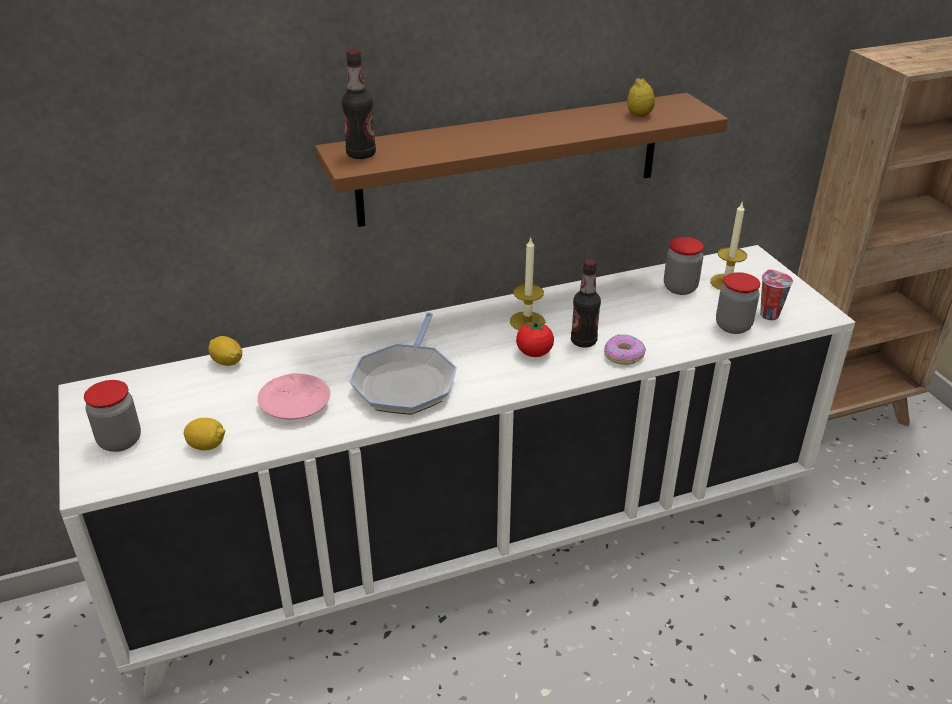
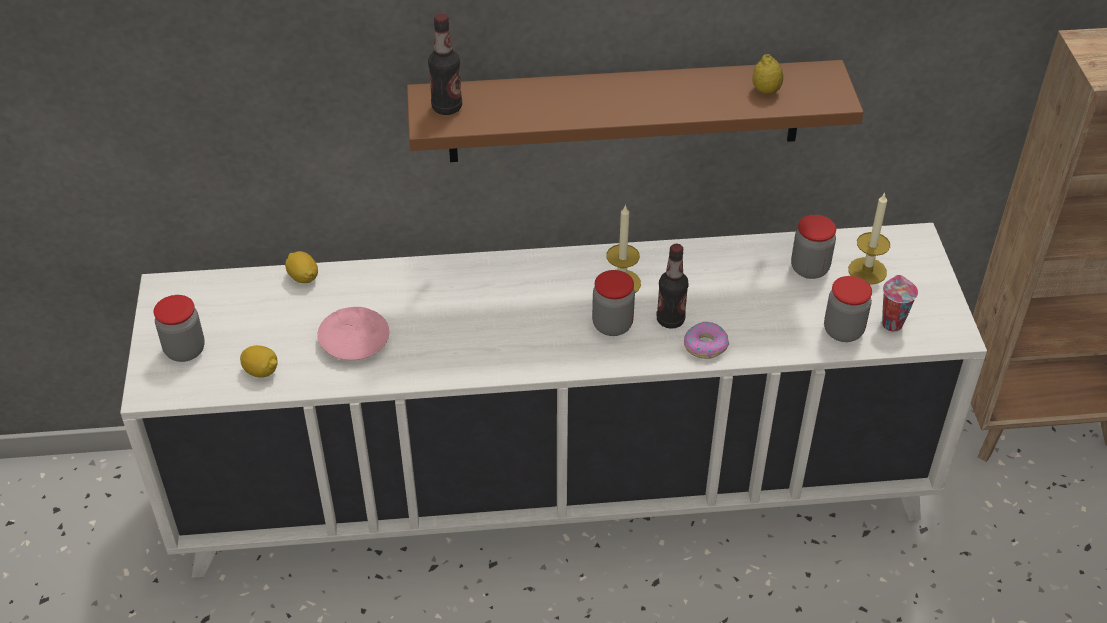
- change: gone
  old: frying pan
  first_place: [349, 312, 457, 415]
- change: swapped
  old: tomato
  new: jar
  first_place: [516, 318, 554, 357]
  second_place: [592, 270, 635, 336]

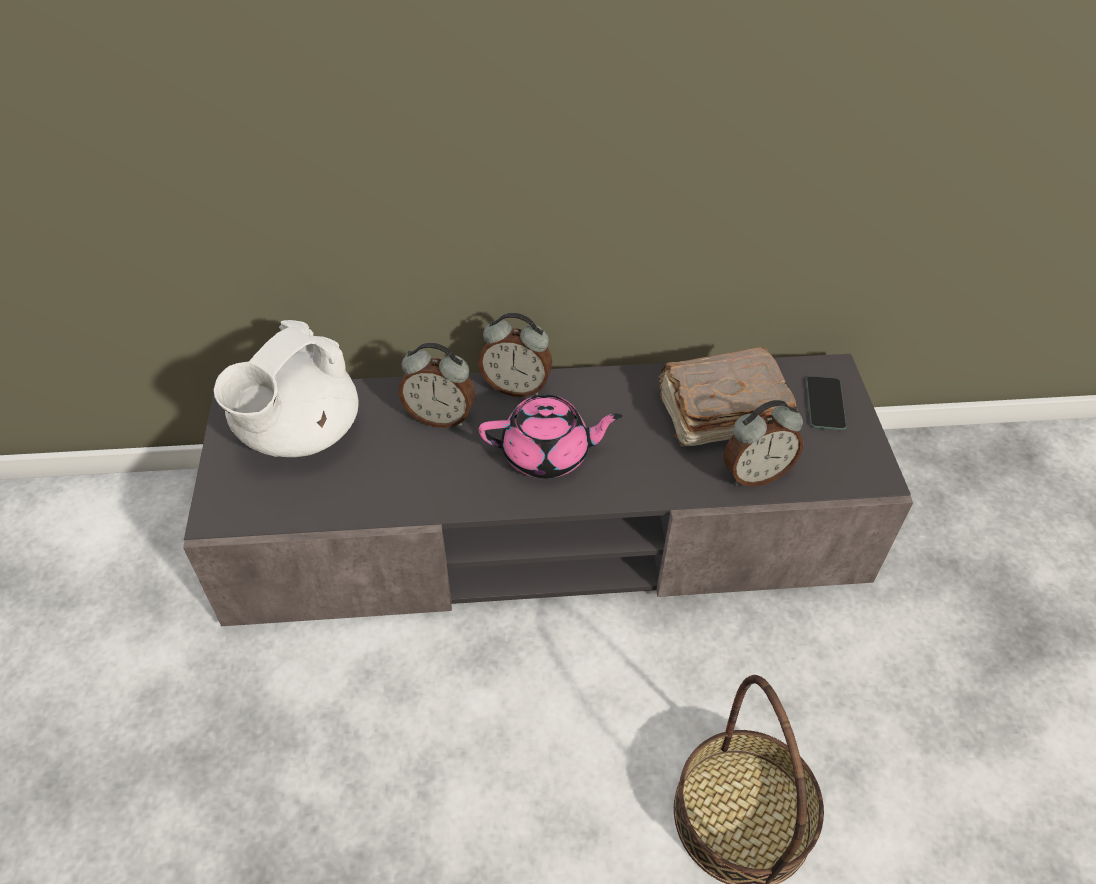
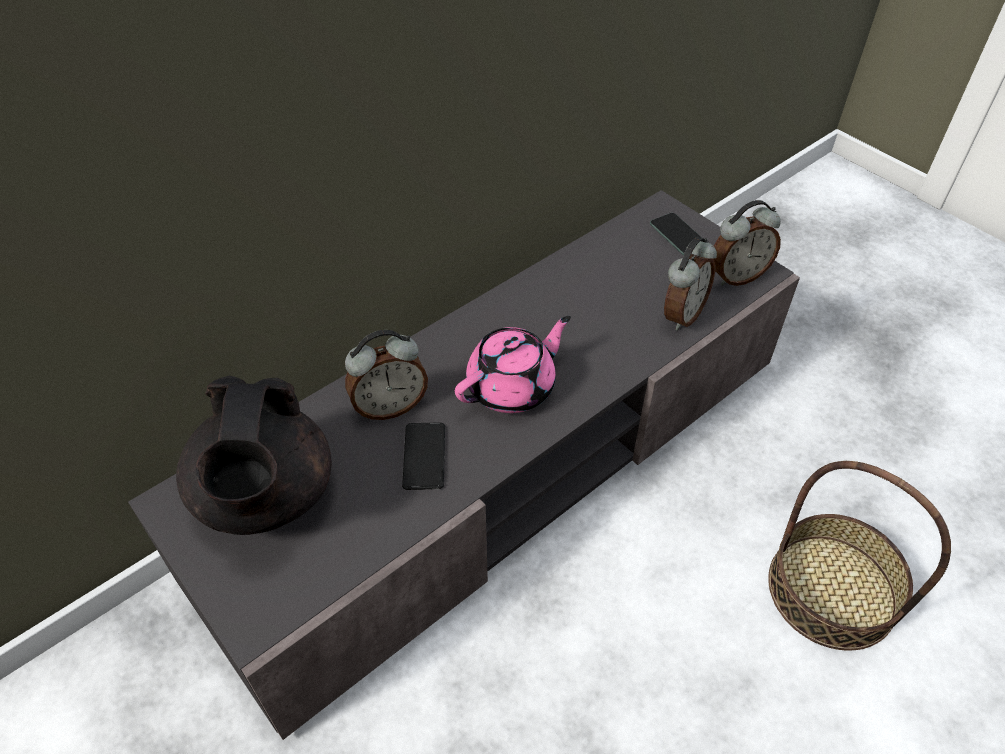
- change: shifted
  old: alarm clock
  first_place: [478, 313, 553, 397]
  second_place: [713, 200, 781, 286]
- change: repainted
  old: teapot (white)
  new: teapot (black)
  first_place: [214, 320, 358, 457]
  second_place: [176, 375, 332, 535]
- change: gone
  old: book (brown)
  first_place: [658, 347, 798, 447]
- change: new
  new: phone
  second_place: [402, 422, 445, 490]

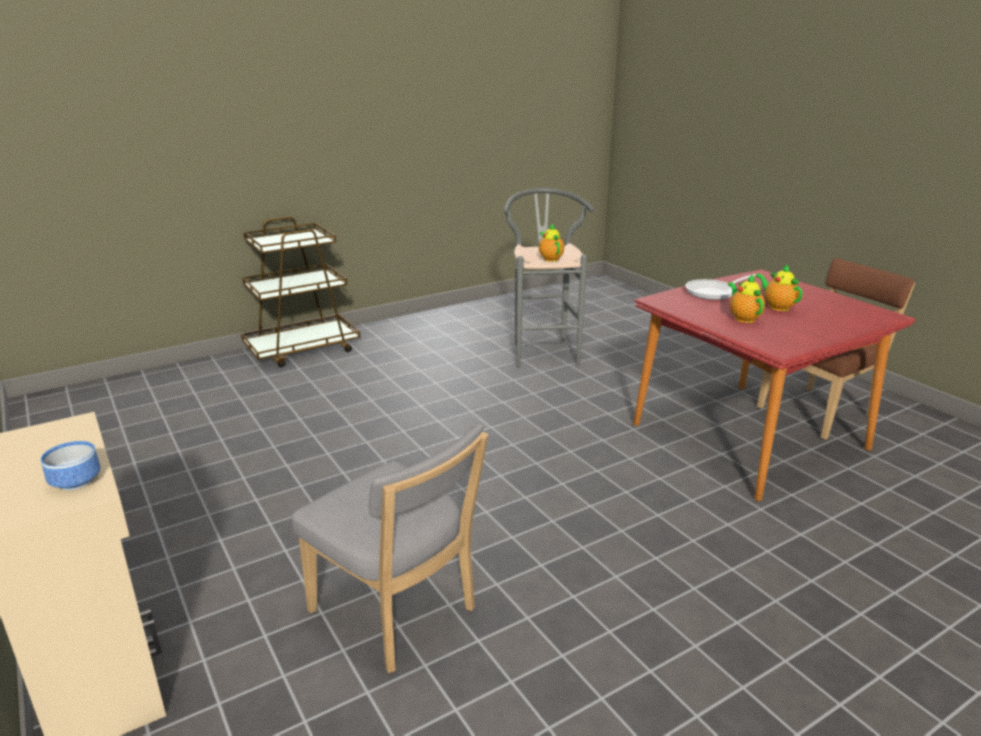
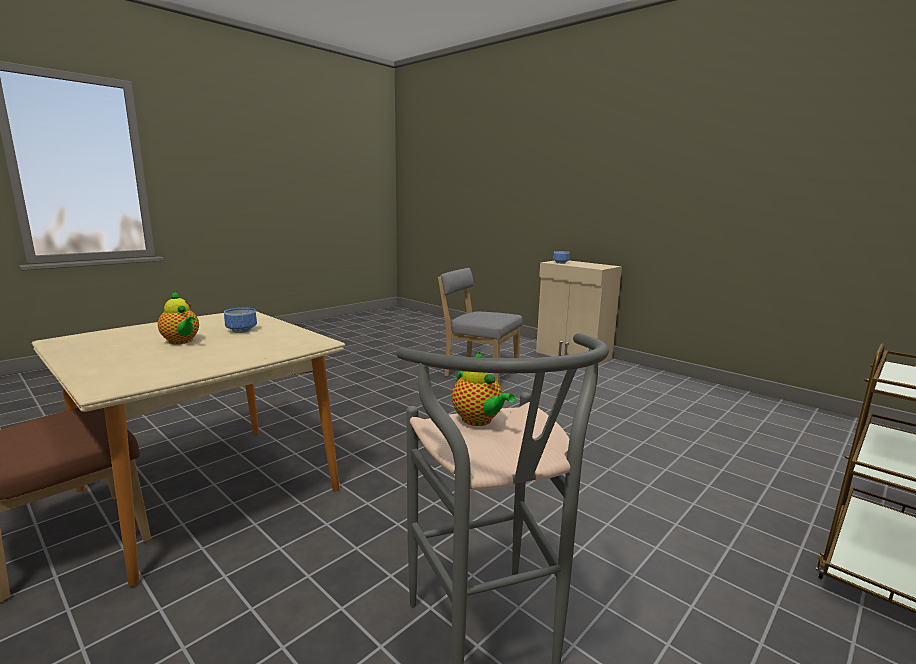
- change: repainted
  old: dining table (red)
  new: dining table (beige)
  first_place: [633, 270, 916, 501]
  second_place: [32, 311, 345, 586]
- change: gone
  old: frying pan
  first_place: [685, 274, 756, 300]
- change: swapped
  old: teapot
  new: bowl
  first_place: [728, 274, 765, 323]
  second_place: [224, 308, 257, 333]

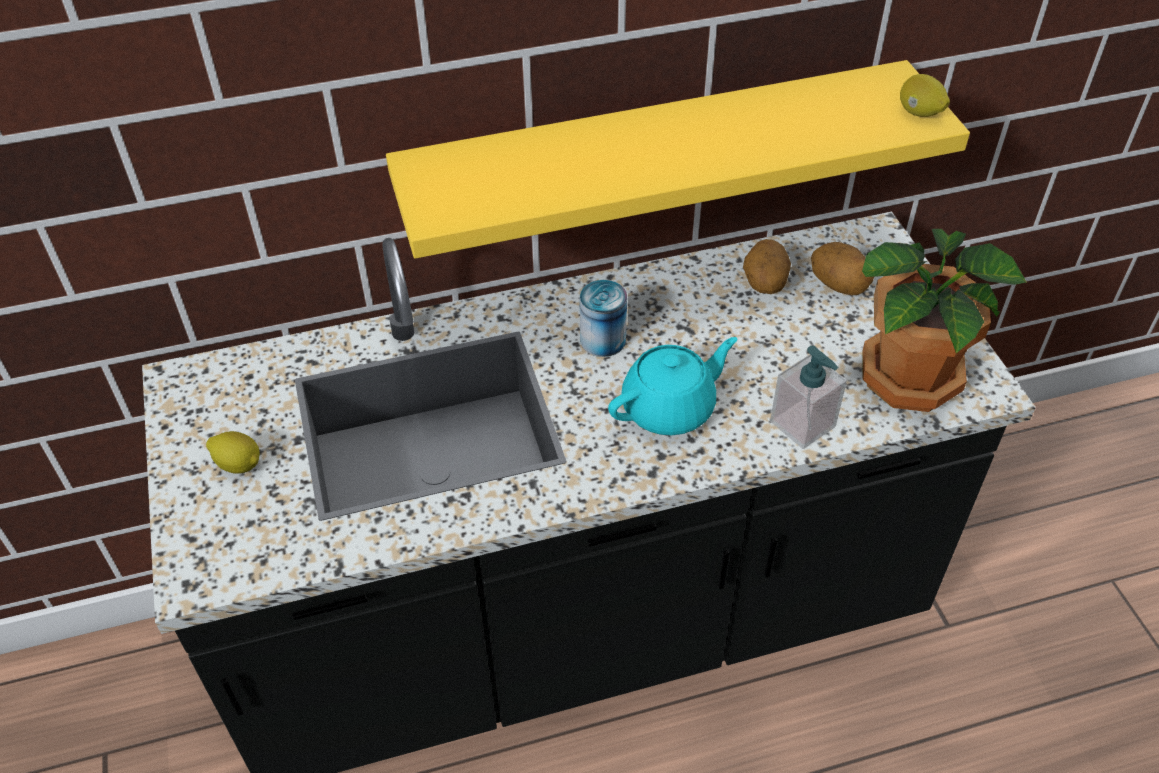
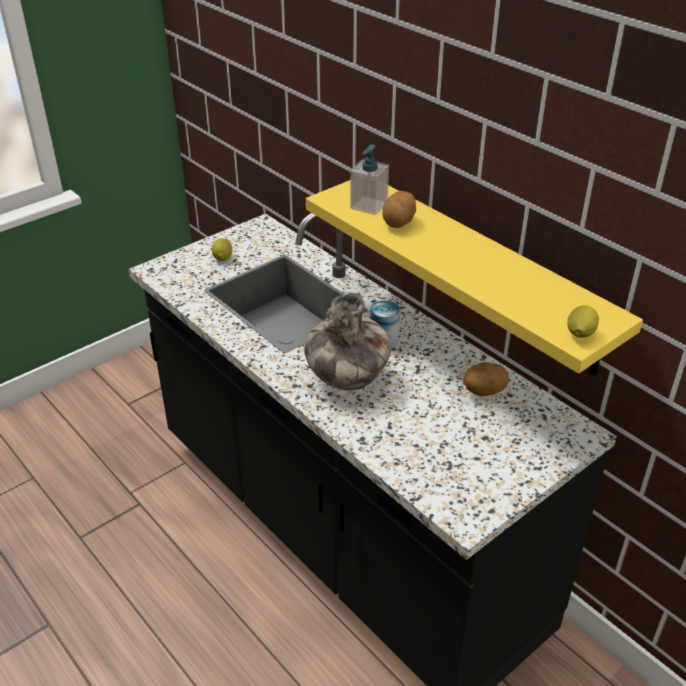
- change: gone
  old: potted plant
  first_place: [862, 229, 1027, 412]
- change: shifted
  old: potato
  first_place: [811, 242, 874, 295]
  second_place: [382, 191, 416, 228]
- change: swapped
  old: teapot (turquoise)
  new: vase
  first_place: [608, 337, 738, 435]
  second_place: [304, 293, 391, 390]
- change: shifted
  old: soap dispenser
  first_place: [770, 346, 847, 449]
  second_place: [350, 144, 389, 215]

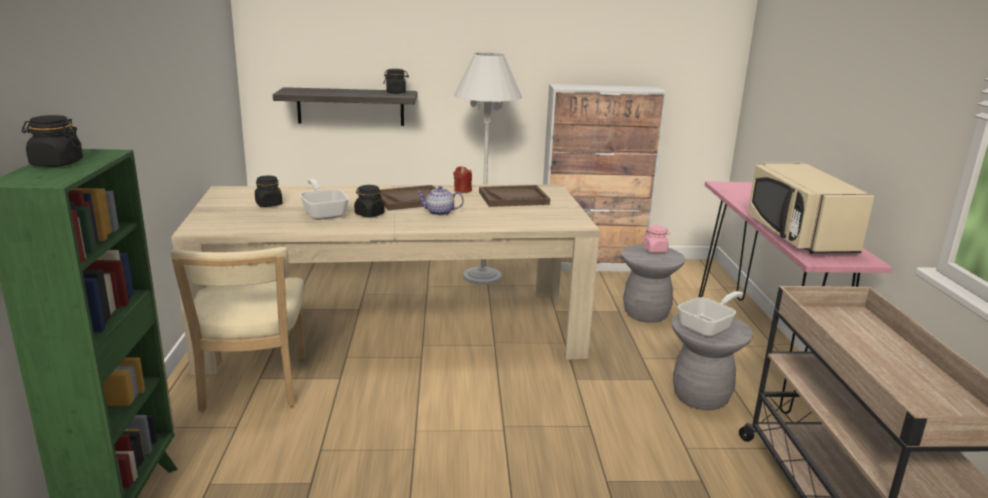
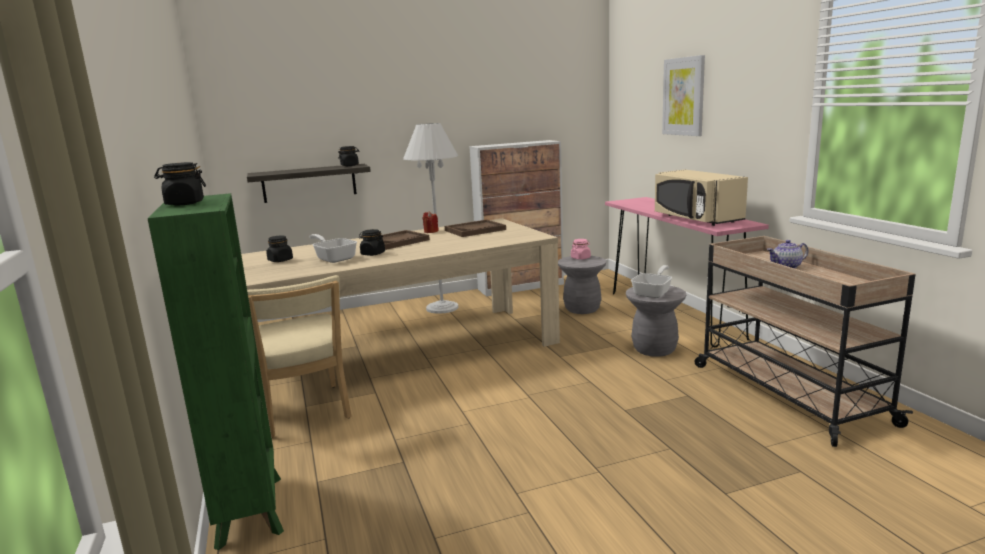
- change: shifted
  old: teapot
  first_place: [417, 186, 464, 216]
  second_place: [767, 240, 808, 269]
- change: new
  new: picture
  second_place: [662, 55, 705, 136]

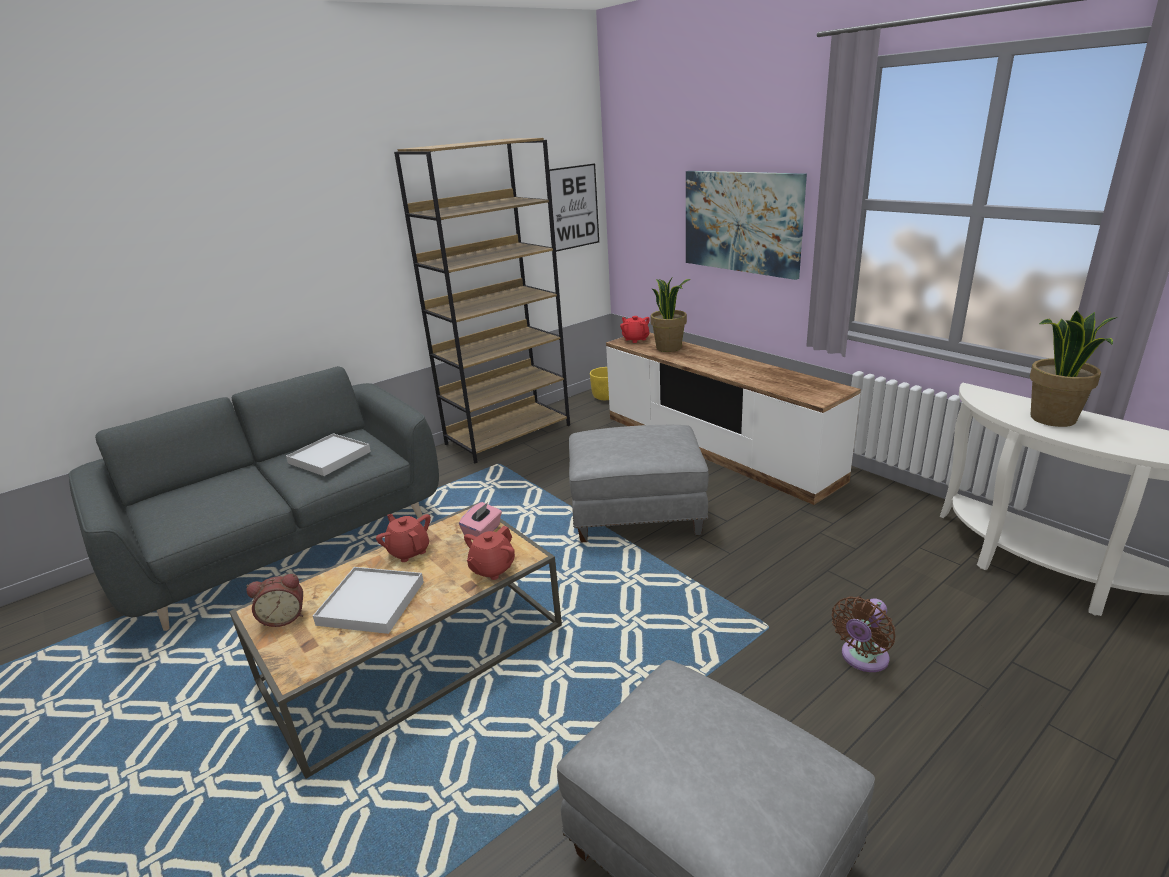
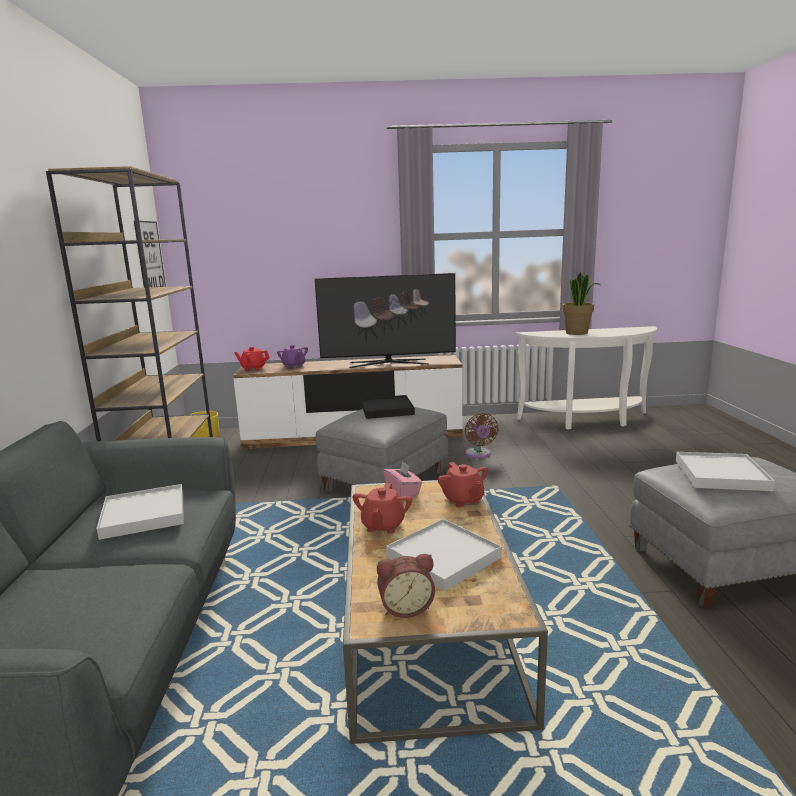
- change: gone
  old: picture
  first_place: [686, 171, 807, 280]
- change: swapped
  old: potted plant
  new: teapot (purple)
  first_place: [650, 278, 691, 352]
  second_place: [277, 345, 308, 369]
- change: rotated
  old: teapot (red)
  first_place: [376, 514, 431, 562]
  second_place: [353, 483, 412, 534]
  degrees: -75
- change: rotated
  old: alarm clock
  first_place: [246, 574, 303, 627]
  second_place: [377, 554, 435, 618]
  degrees: 60
- change: shifted
  old: fan (brown)
  first_place: [832, 596, 895, 672]
  second_place: [465, 413, 498, 459]
- change: new
  new: television
  second_place: [315, 273, 456, 368]
- change: new
  new: tray (black)
  second_place: [361, 395, 415, 419]
- change: new
  new: tray (white)
  second_place: [676, 452, 775, 491]

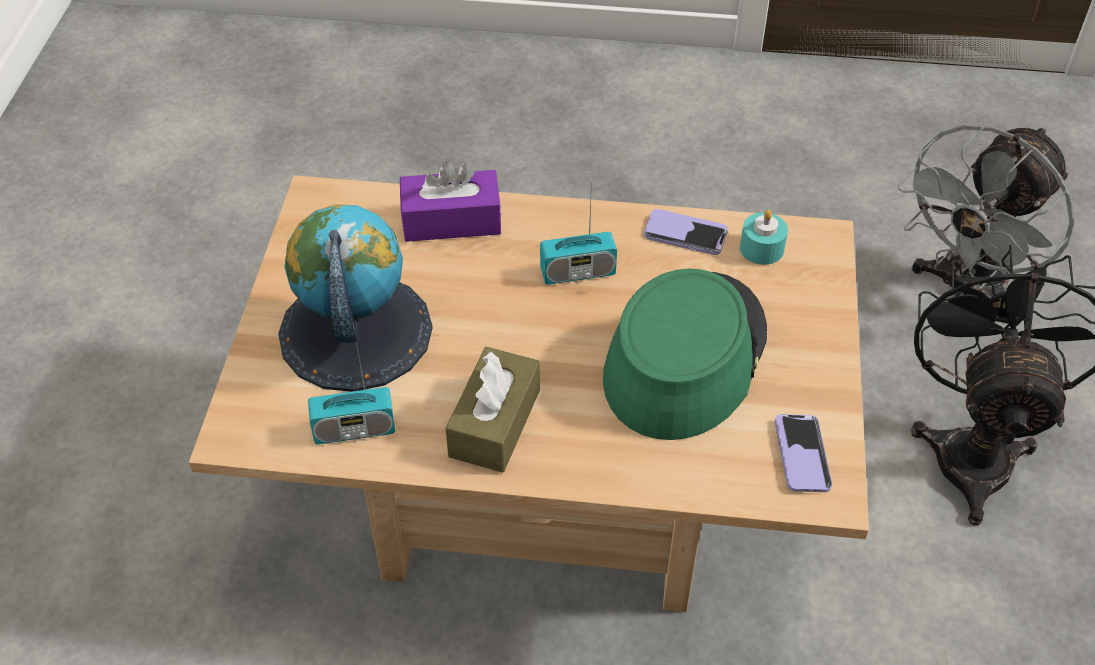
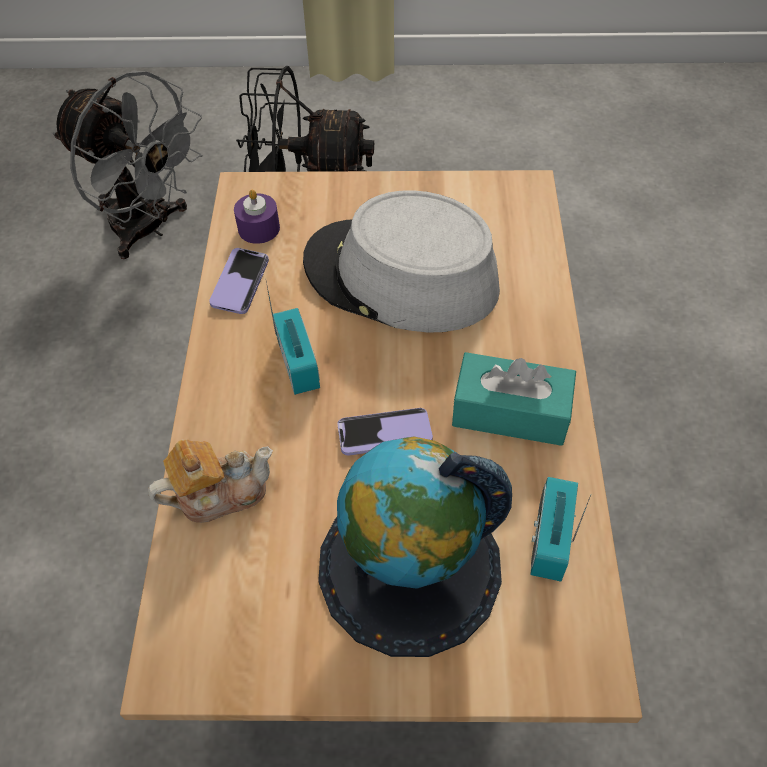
- change: swapped
  old: tissue box (purple)
  new: teapot
  first_place: [400, 161, 501, 242]
  second_place: [148, 440, 273, 523]
- change: repainted
  old: candle (turquoise)
  new: candle (purple)
  first_place: [740, 210, 788, 265]
  second_place: [234, 189, 280, 244]
- change: repainted
  old: hat (green)
  new: hat (grey)
  first_place: [603, 269, 767, 440]
  second_place: [303, 190, 500, 333]
- change: rotated
  old: radio
  first_place: [308, 337, 395, 445]
  second_place: [530, 477, 591, 582]
  degrees: -150
- change: repainted
  old: tissue box (brown)
  new: tissue box (turquoise)
  first_place: [445, 347, 540, 473]
  second_place: [452, 352, 576, 446]
- change: shifted
  old: phone
  first_place: [775, 414, 832, 492]
  second_place: [338, 408, 433, 455]

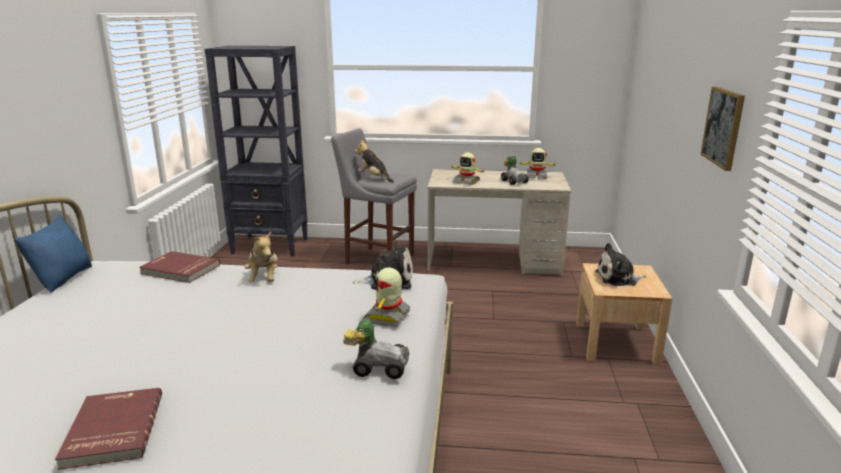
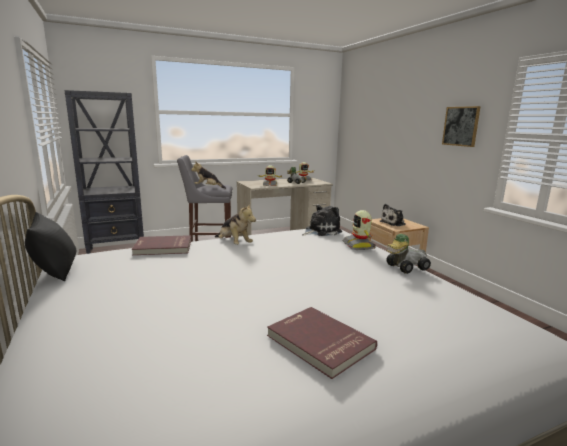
- change: repainted
  old: pillow (blue)
  new: pillow (black)
  first_place: [15, 215, 92, 293]
  second_place: [25, 212, 76, 281]

